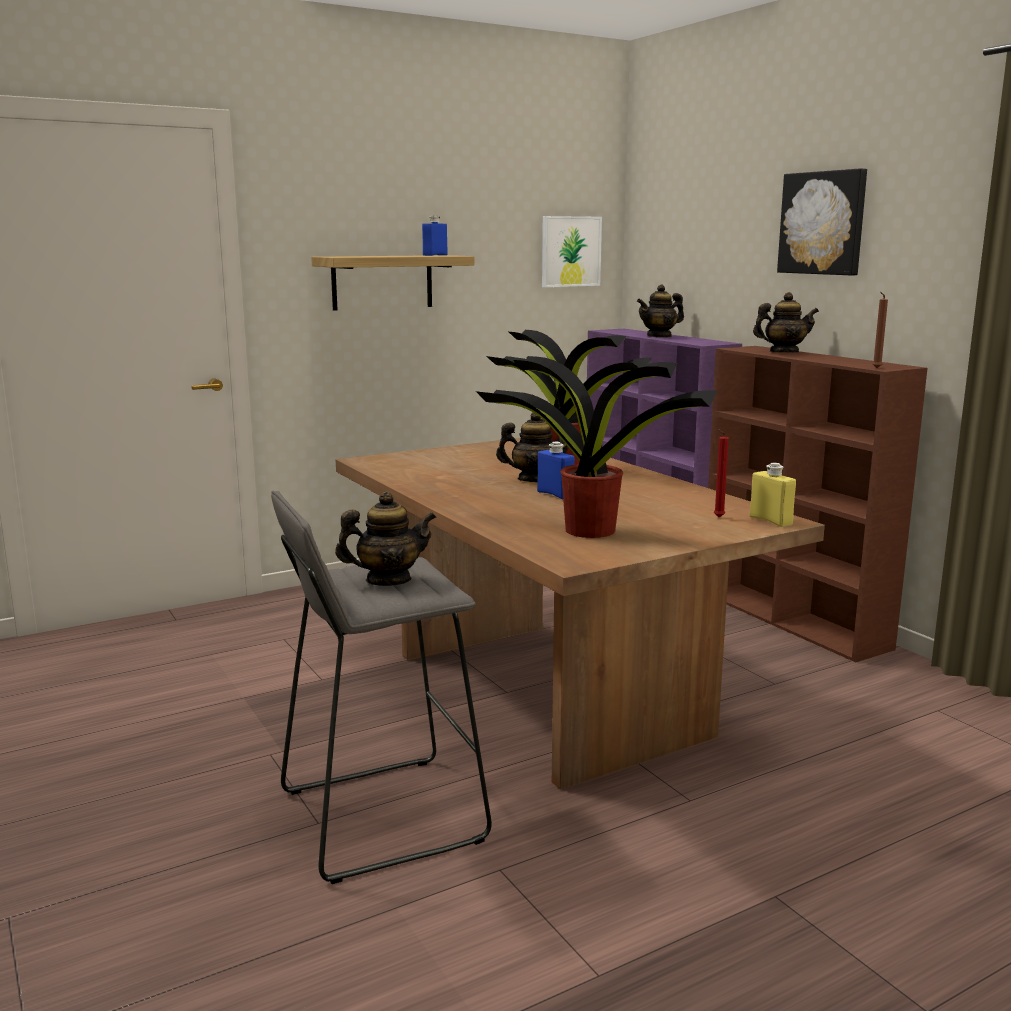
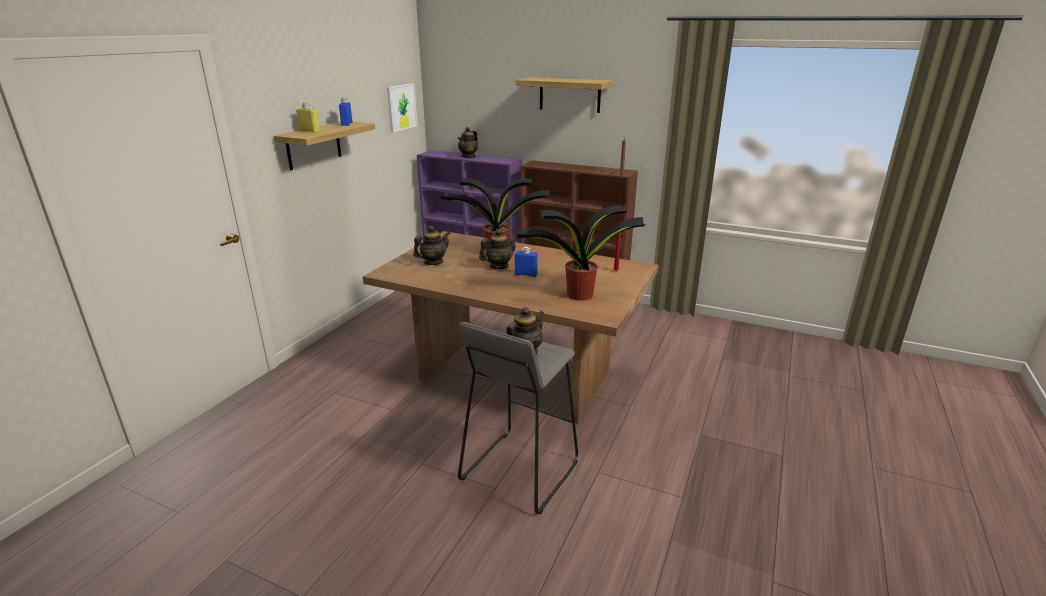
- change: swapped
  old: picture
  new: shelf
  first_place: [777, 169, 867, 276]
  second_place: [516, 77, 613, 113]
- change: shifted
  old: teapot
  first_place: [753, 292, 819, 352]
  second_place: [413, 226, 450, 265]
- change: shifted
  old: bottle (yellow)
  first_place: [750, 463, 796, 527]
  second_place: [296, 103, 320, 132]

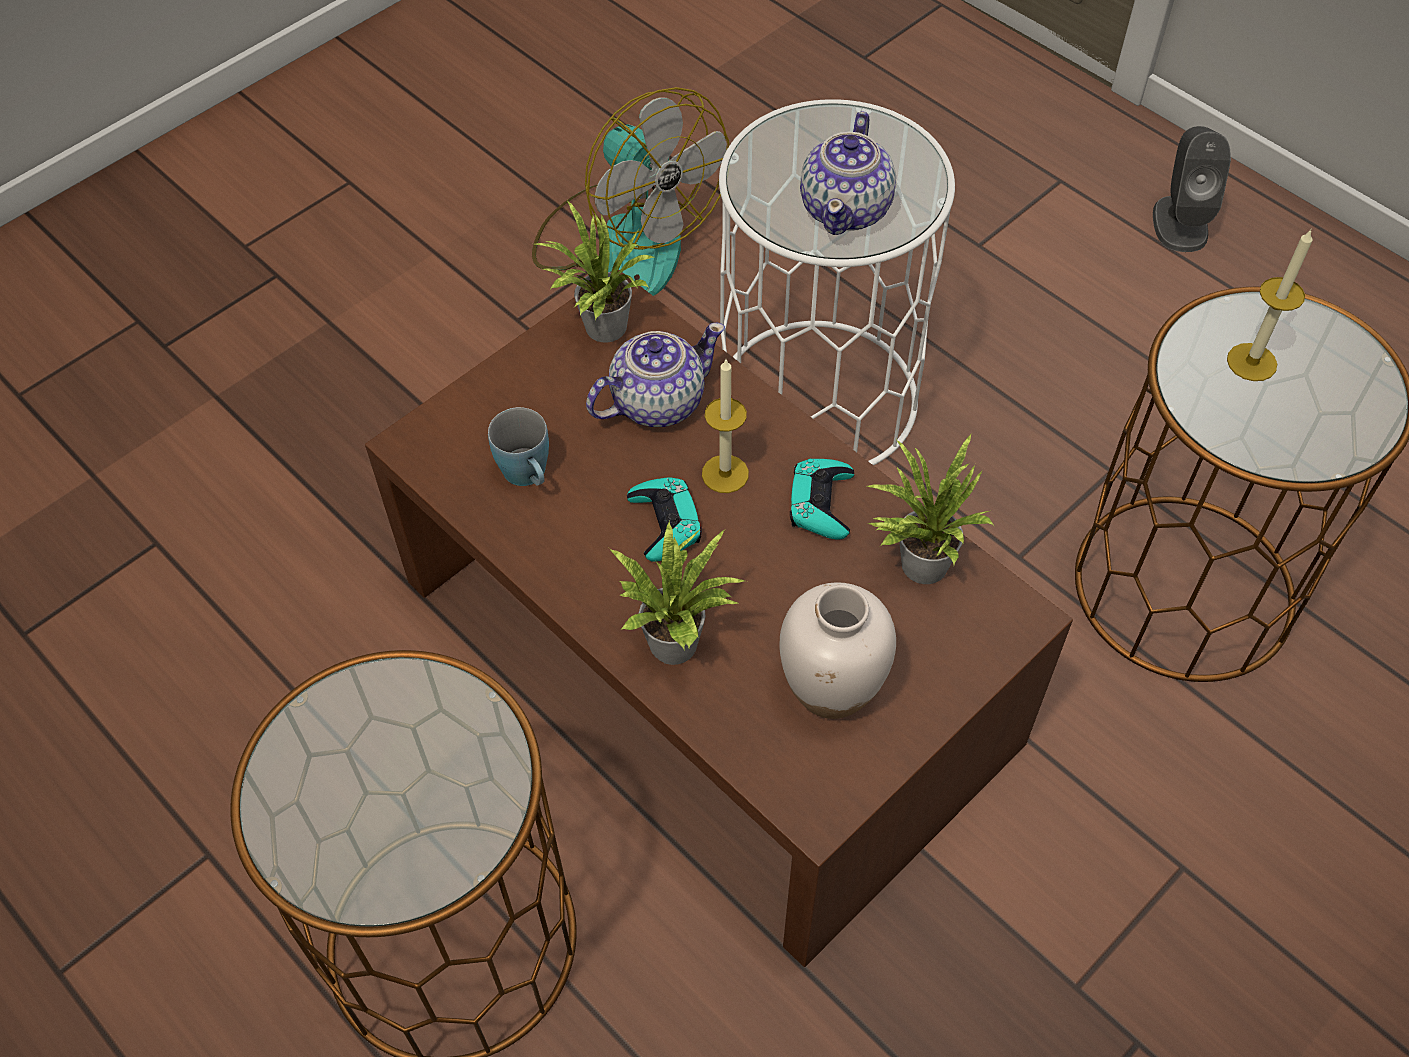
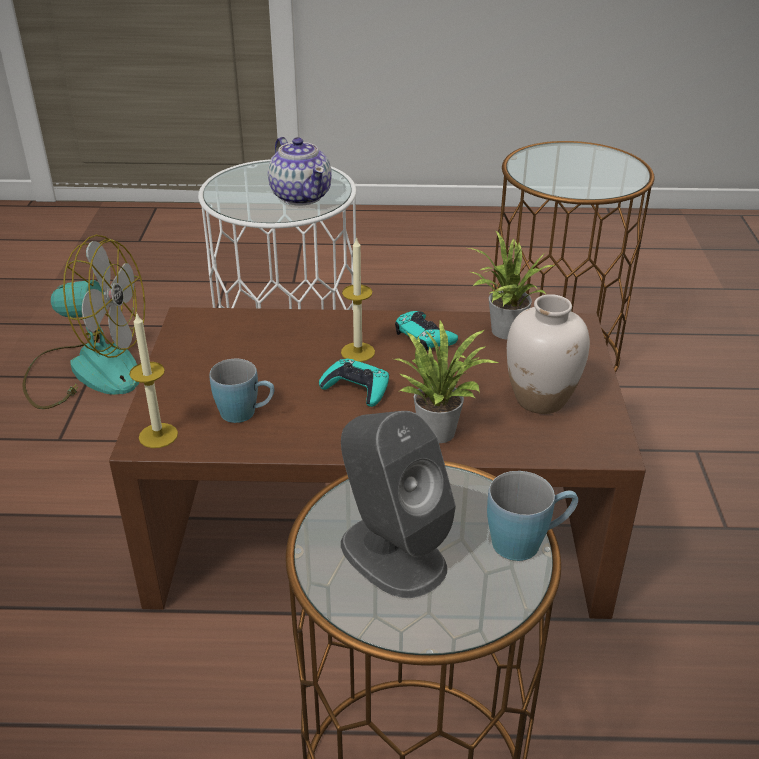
- change: shifted
  old: speaker (grey)
  first_place: [1153, 126, 1231, 252]
  second_place: [341, 411, 456, 598]
- change: gone
  old: potted plant
  first_place: [535, 200, 655, 342]
- change: shifted
  old: candle
  first_place: [1227, 230, 1313, 381]
  second_place: [129, 312, 178, 448]
- change: gone
  old: teapot
  first_place: [586, 323, 725, 427]
- change: new
  new: mug (blue)
  second_place: [487, 471, 578, 561]

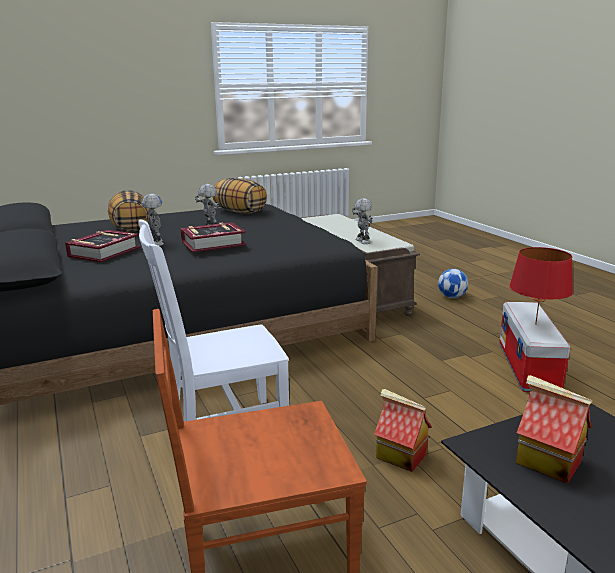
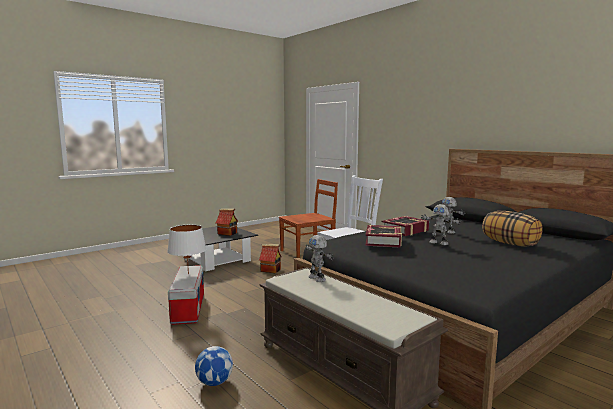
- change: gone
  old: pillow
  first_place: [213, 178, 267, 213]
- change: shifted
  old: book
  first_place: [65, 230, 141, 262]
  second_place: [365, 225, 402, 248]
- change: repainted
  old: table lamp (red)
  new: table lamp (white)
  first_place: [509, 247, 573, 325]
  second_place: [167, 225, 206, 274]

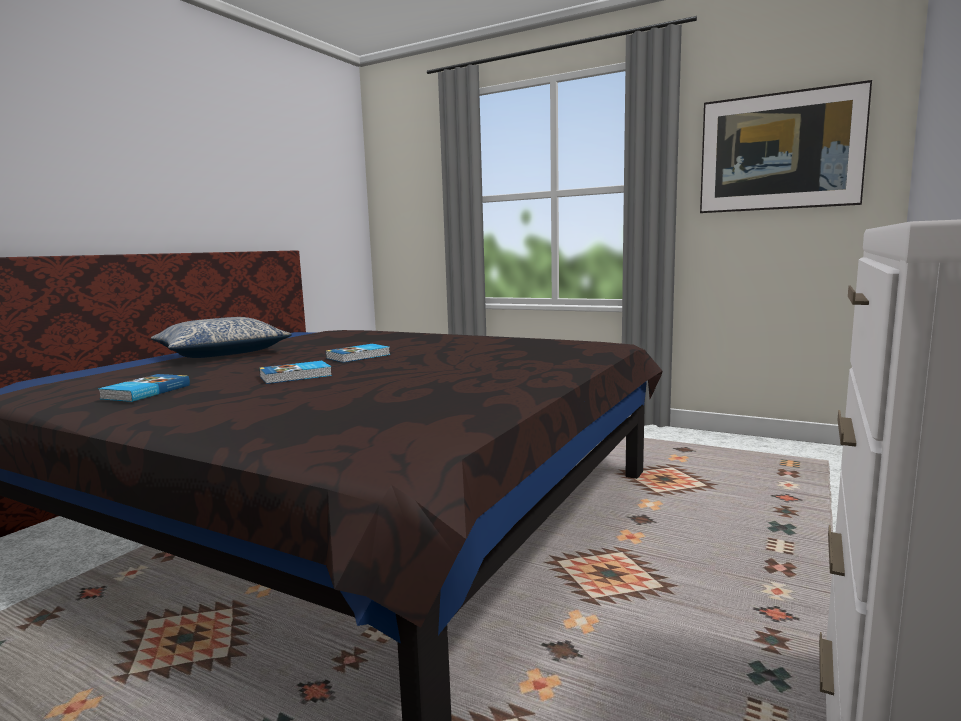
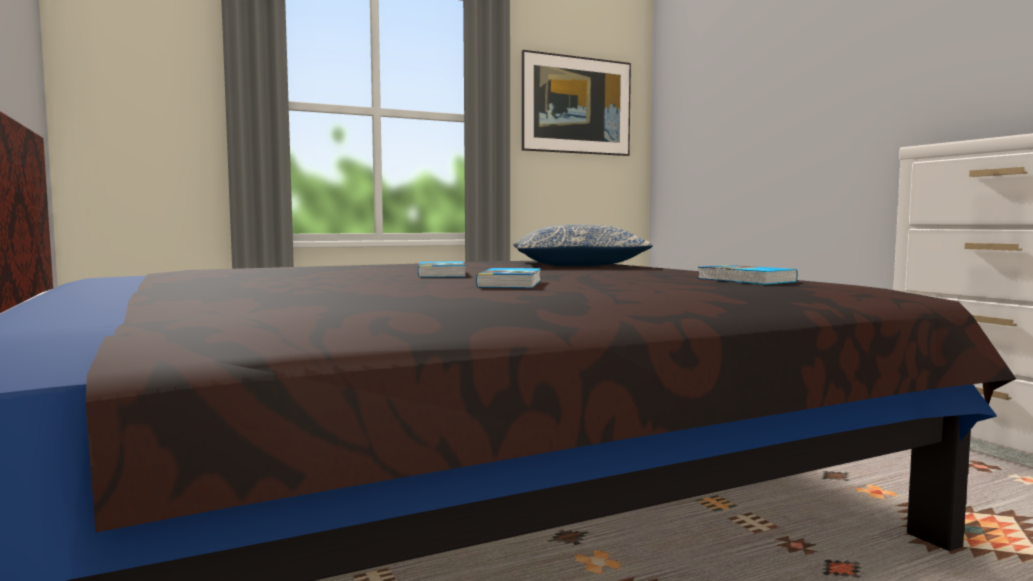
- change: shifted
  old: pillow
  first_place: [151, 317, 292, 358]
  second_place: [513, 224, 653, 266]
- change: shifted
  old: book
  first_place: [98, 374, 190, 402]
  second_place: [698, 265, 798, 285]

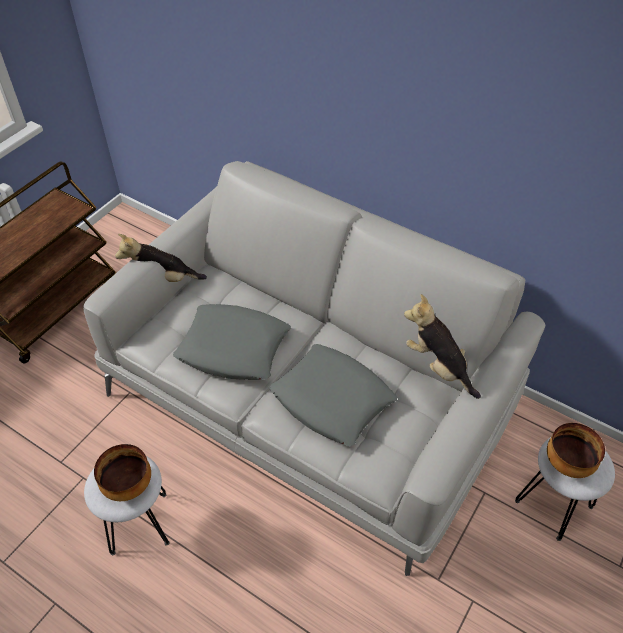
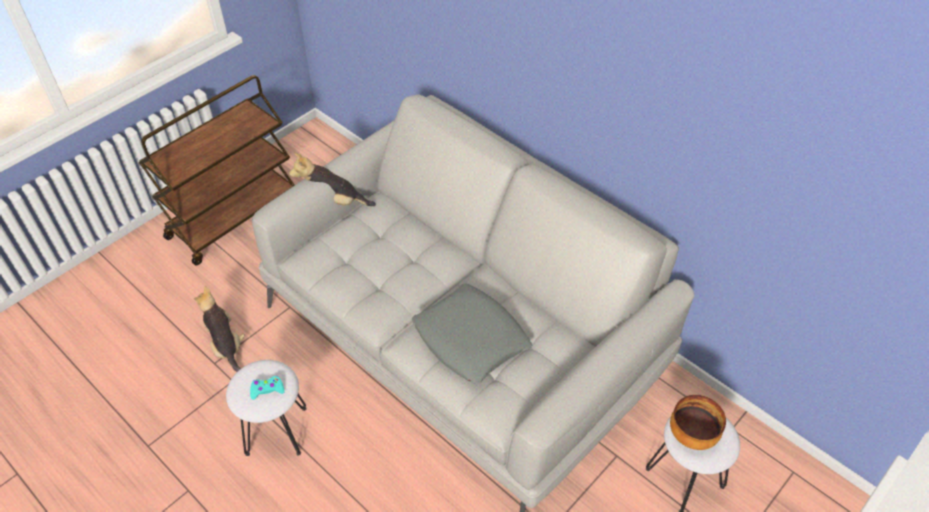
- change: shifted
  old: plush toy
  first_place: [404, 294, 481, 399]
  second_place: [194, 286, 245, 372]
- change: gone
  old: pillow (grey)
  first_place: [173, 304, 291, 380]
- change: swapped
  old: bowl
  new: game controller (turquoise)
  first_place: [94, 444, 151, 501]
  second_place: [250, 376, 285, 400]

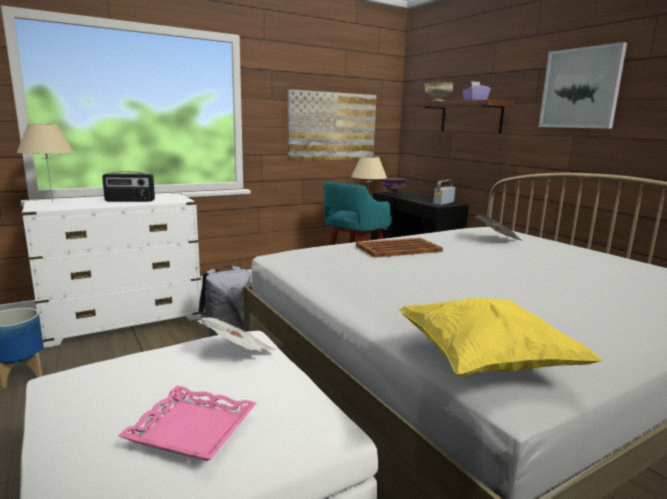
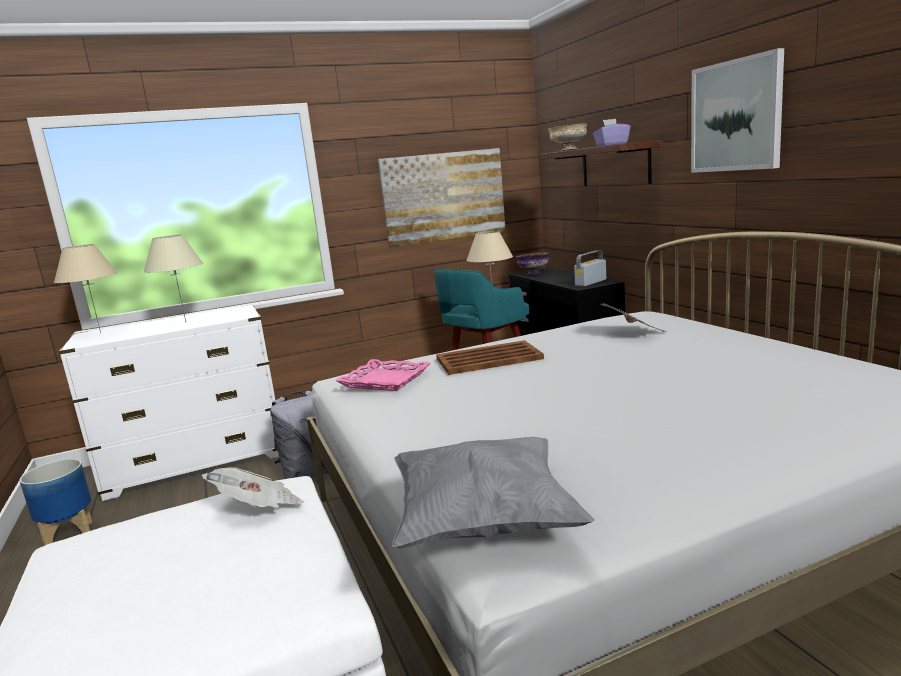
- change: swapped
  old: radio
  new: table lamp (beige)
  first_place: [102, 171, 155, 202]
  second_place: [144, 235, 204, 322]
- change: repainted
  old: pillow (yellow)
  new: pillow (grey)
  first_place: [398, 298, 603, 376]
  second_place: [392, 437, 595, 549]
- change: shifted
  old: tray (pink)
  first_place: [118, 386, 257, 461]
  second_place: [336, 359, 430, 391]

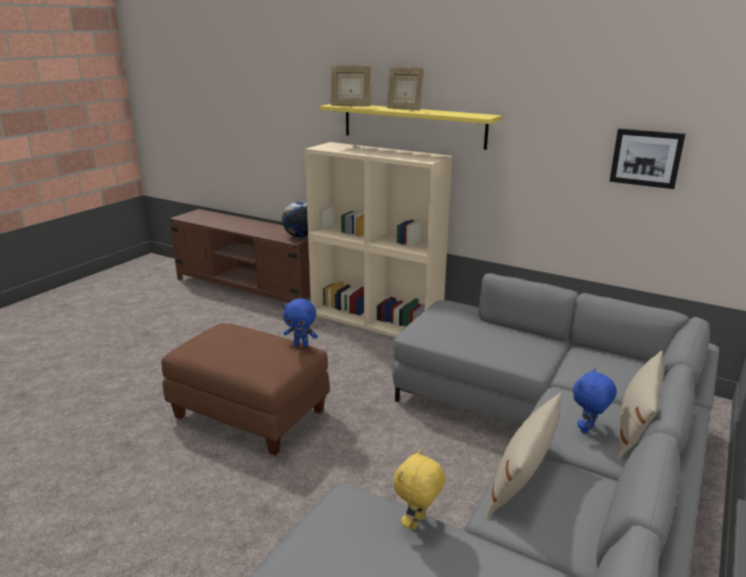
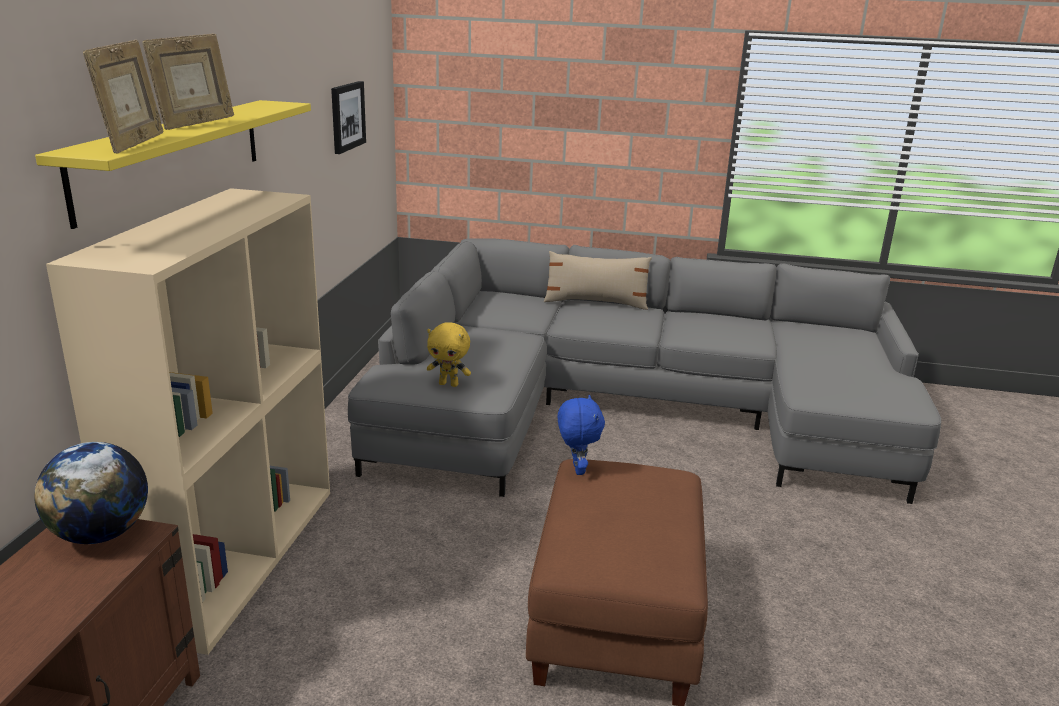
- change: gone
  old: plush toy (blue)
  first_place: [573, 368, 617, 434]
- change: gone
  old: pillow (beige)
  first_place: [486, 392, 561, 518]
- change: shifted
  old: plush toy (yellow)
  first_place: [393, 449, 446, 530]
  second_place: [427, 322, 471, 387]

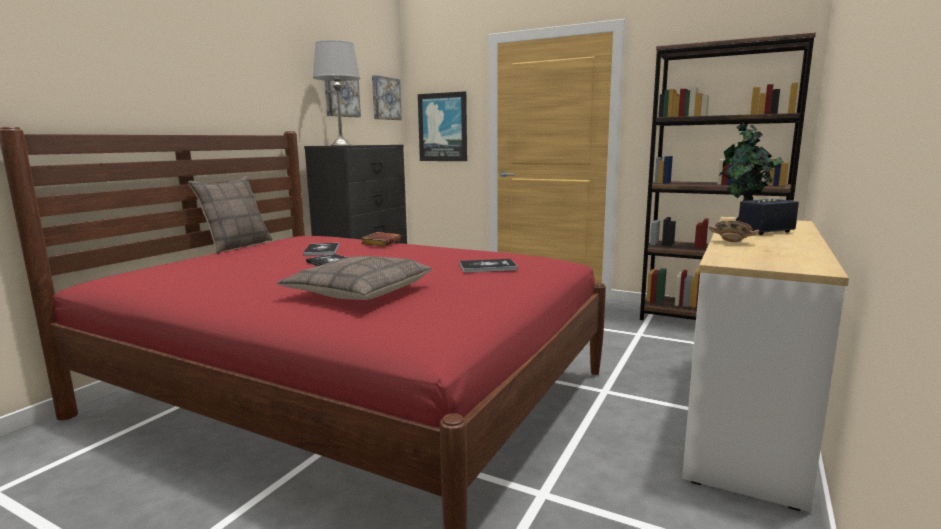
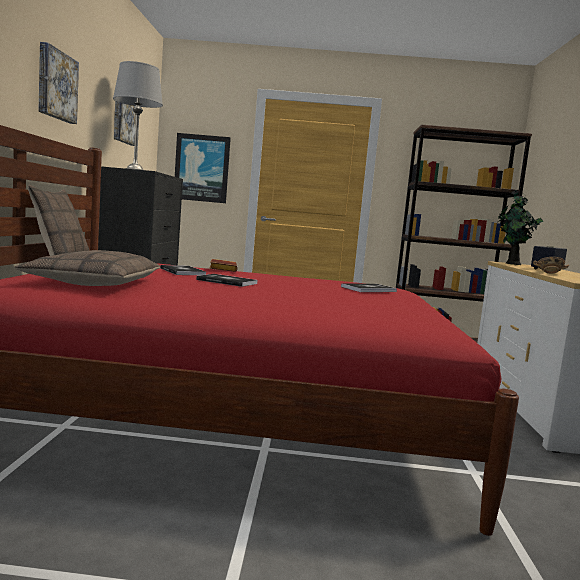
- change: shifted
  old: picture
  first_place: [372, 75, 402, 120]
  second_place: [38, 42, 79, 124]
- change: shifted
  old: pillow
  first_place: [277, 256, 432, 300]
  second_place: [15, 250, 160, 286]

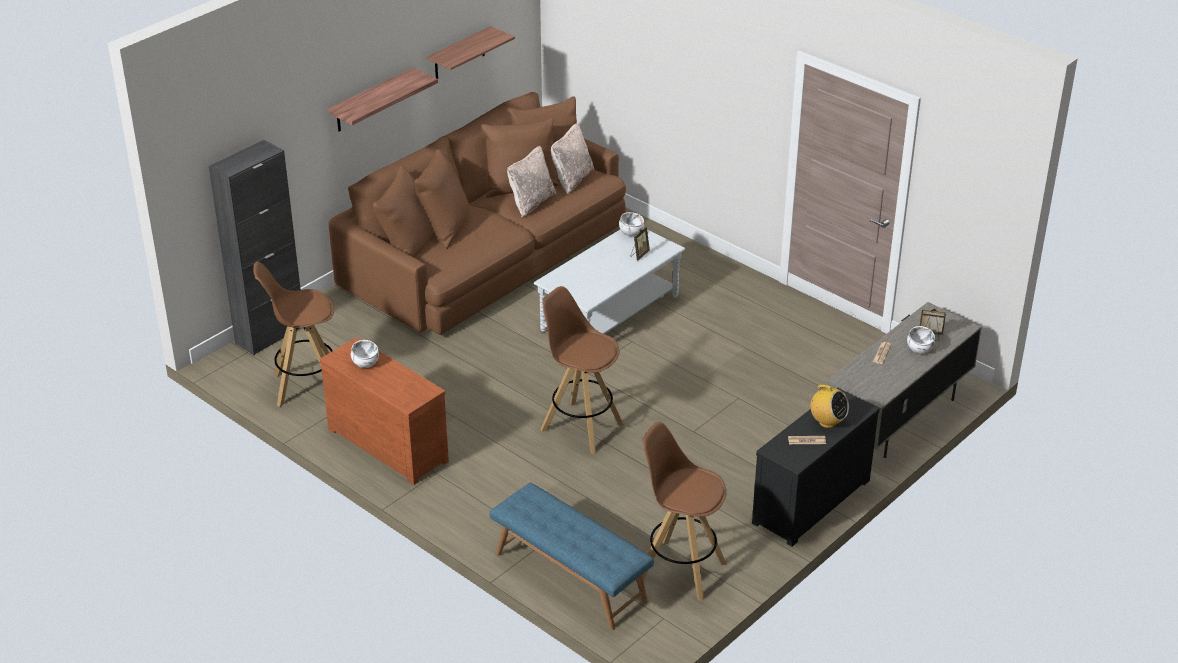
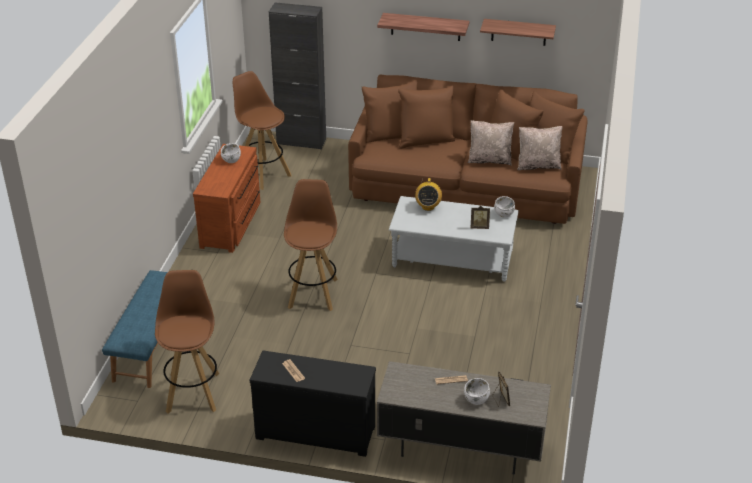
- change: shifted
  old: radio
  first_place: [808, 385, 849, 428]
  second_place: [415, 178, 442, 211]

